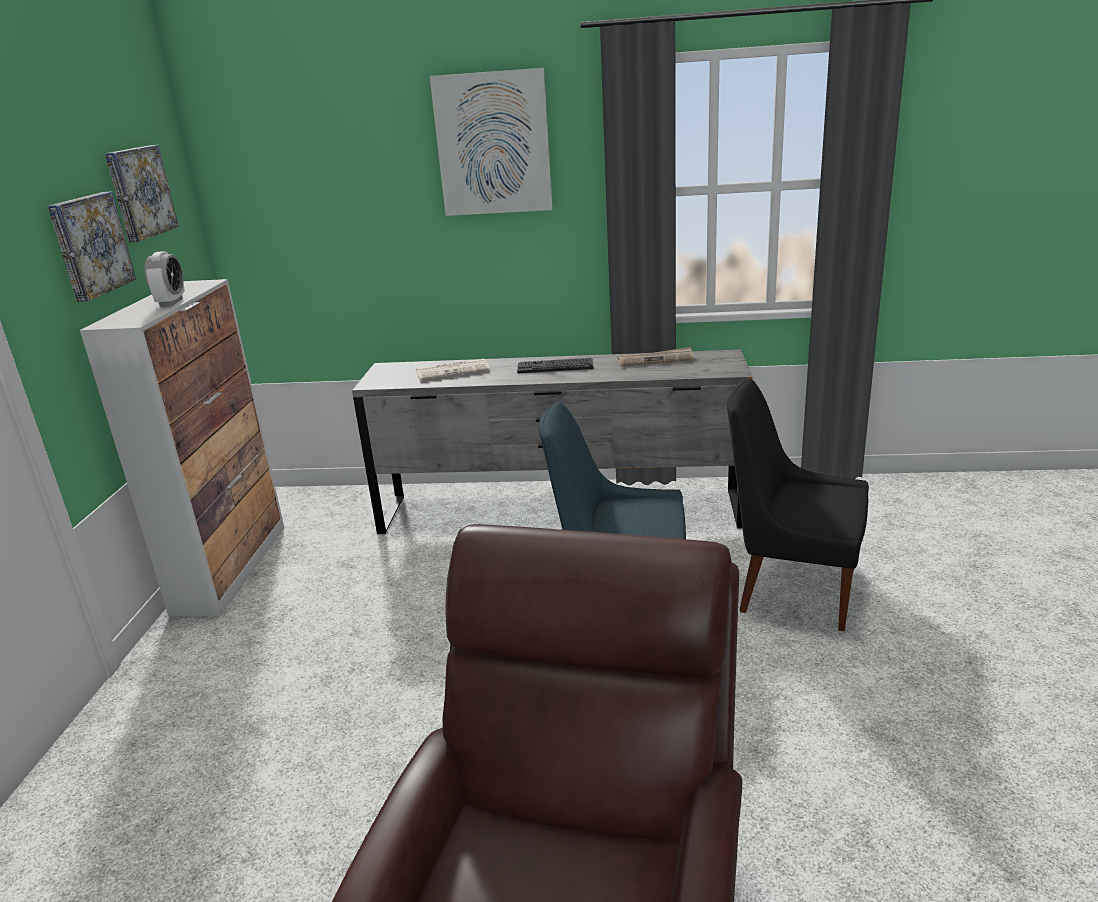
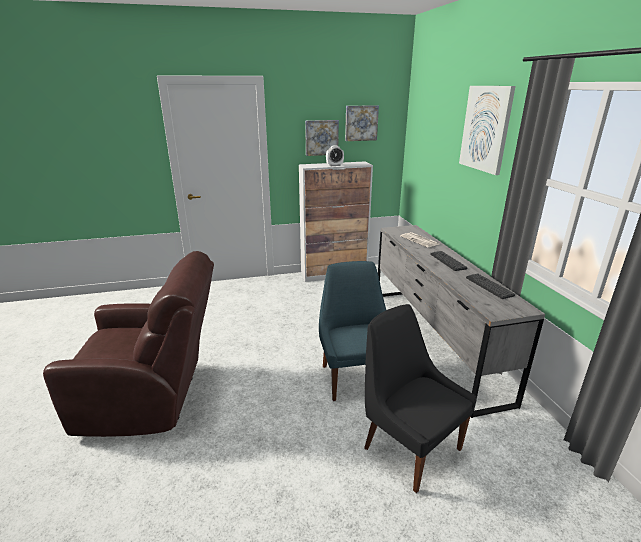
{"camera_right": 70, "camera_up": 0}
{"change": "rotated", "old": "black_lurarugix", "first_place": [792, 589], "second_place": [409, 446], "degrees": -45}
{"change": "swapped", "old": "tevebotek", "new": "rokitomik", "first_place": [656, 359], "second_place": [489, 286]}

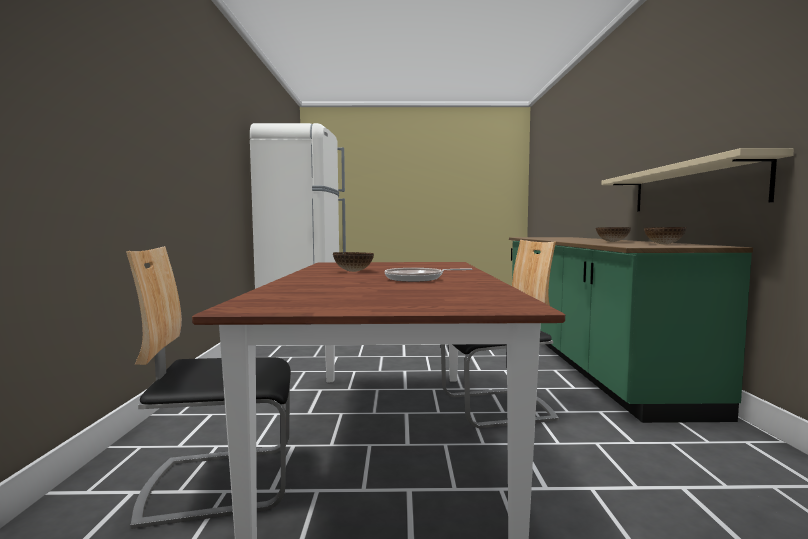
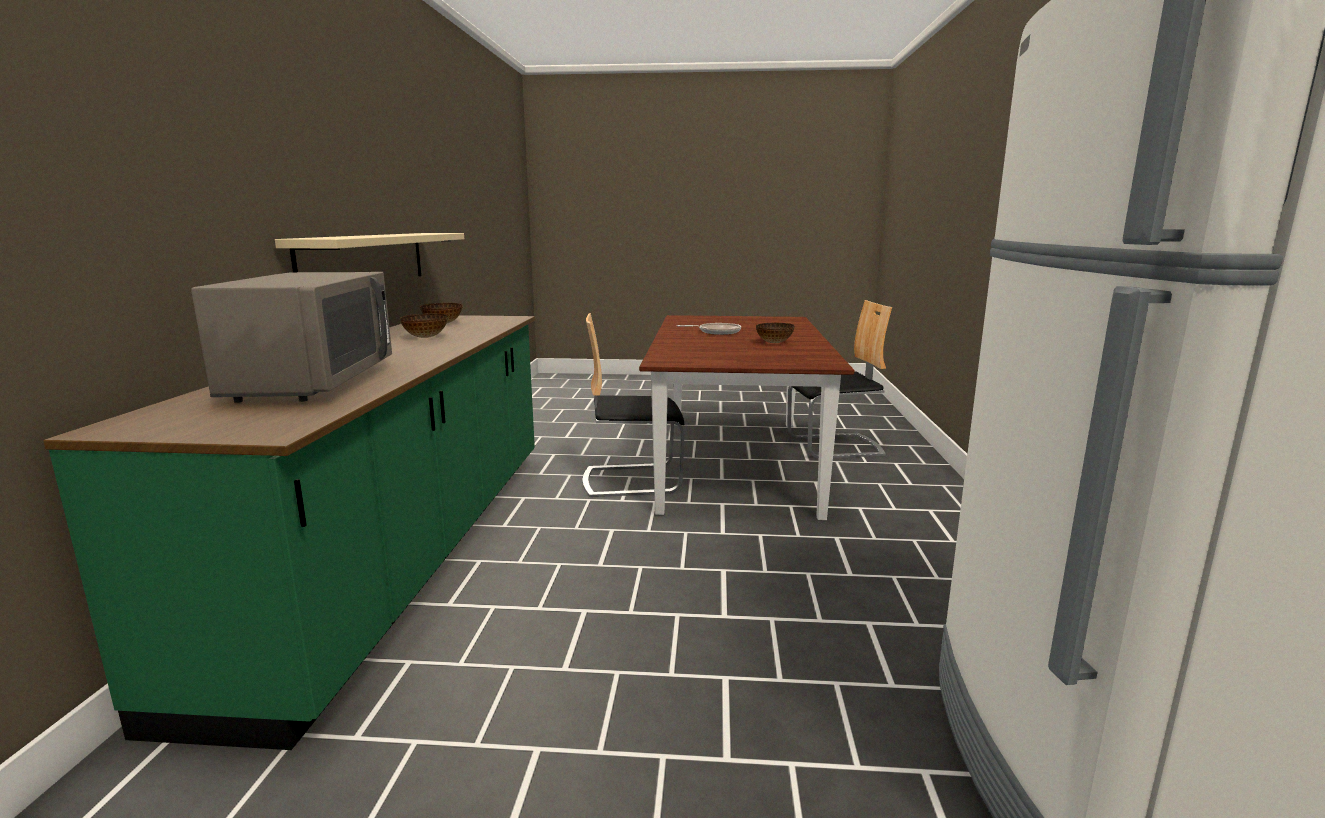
{"camera_right": -175, "camera_up": 10}
{"change": "new", "new": "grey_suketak", "second_place": [314, 383]}

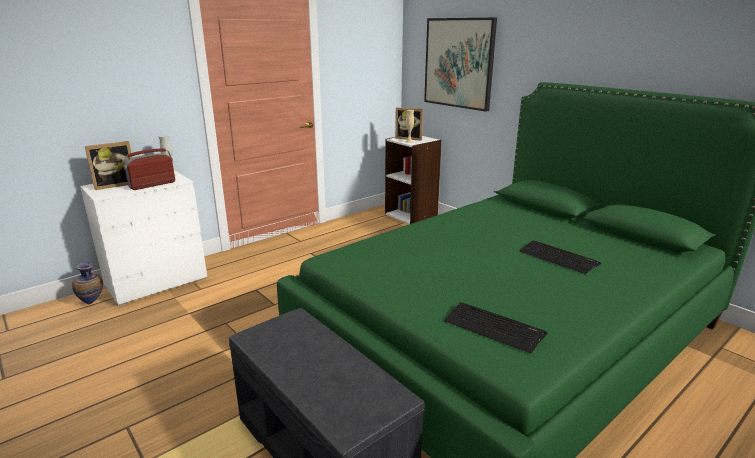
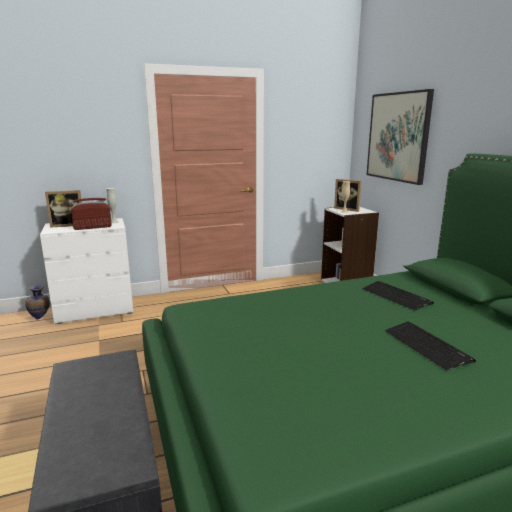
{"camera_right": 20, "camera_up": -5}
{"change": "shifted", "old": "rokitomik", "first_place": [494, 327], "second_place": [396, 296]}

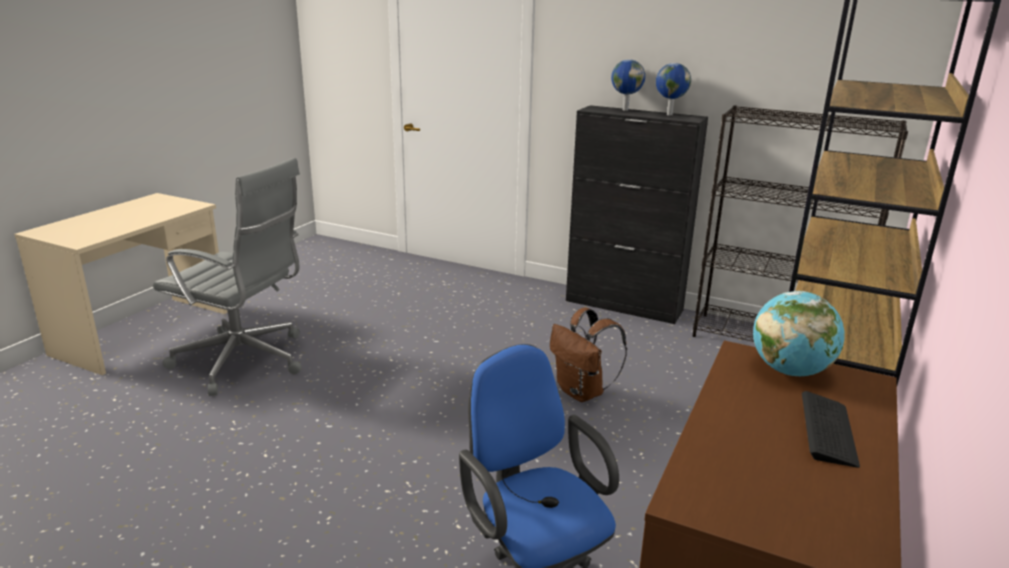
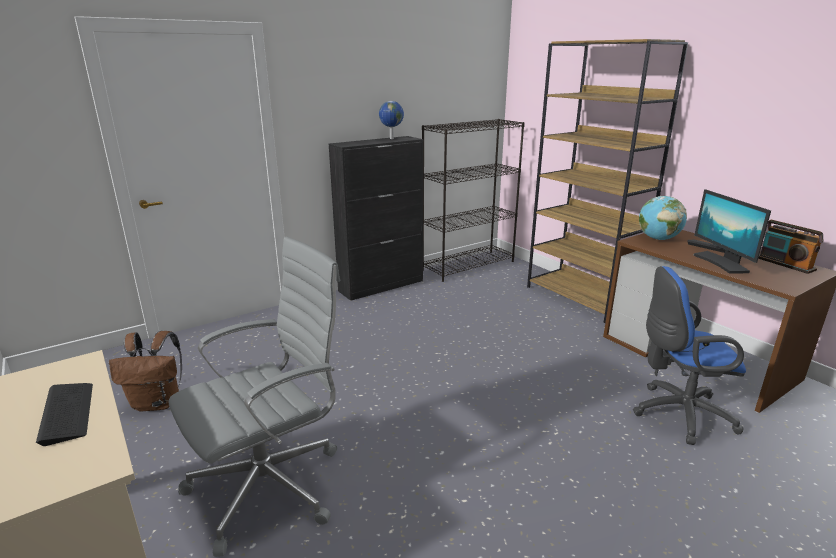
{"camera_right": -60, "camera_up": 0}
{"change": "new", "new": "rokitomik", "second_place": [67, 413]}
{"change": "shifted", "old": "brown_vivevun", "first_place": [582, 392], "second_place": [158, 403]}
{"change": "new", "new": "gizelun", "second_place": [721, 263]}
{"change": "new", "new": "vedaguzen", "second_place": [785, 264]}
{"change": "gone", "old": "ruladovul", "first_place": [625, 109]}

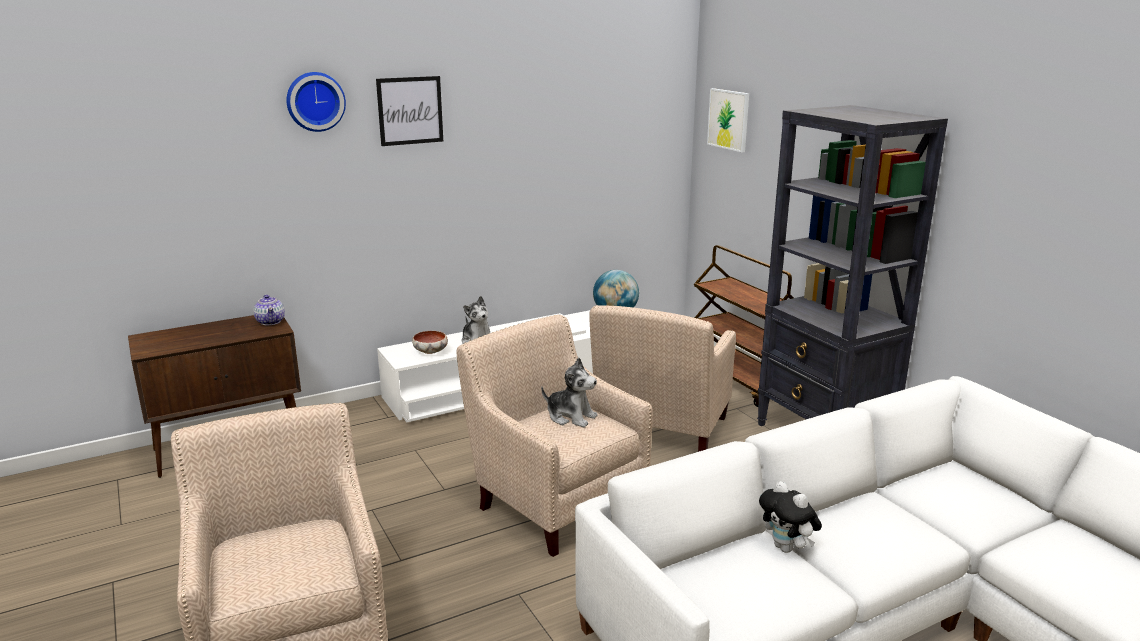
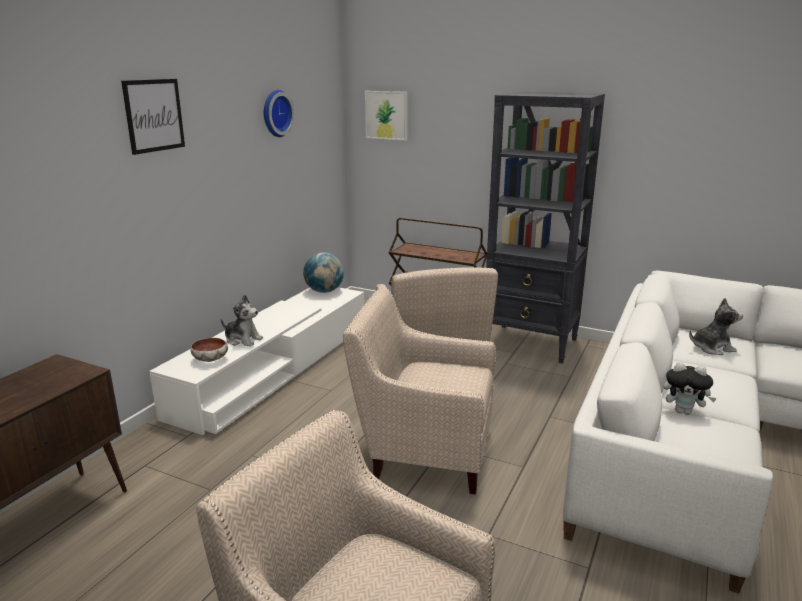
{"camera_right": -35, "camera_up": 0}
{"change": "shifted", "old": "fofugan", "first_place": [315, 101], "second_place": [275, 113]}
{"change": "shifted", "old": "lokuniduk", "first_place": [571, 417], "second_place": [712, 348]}
{"change": "gone", "old": "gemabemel", "first_place": [271, 321]}

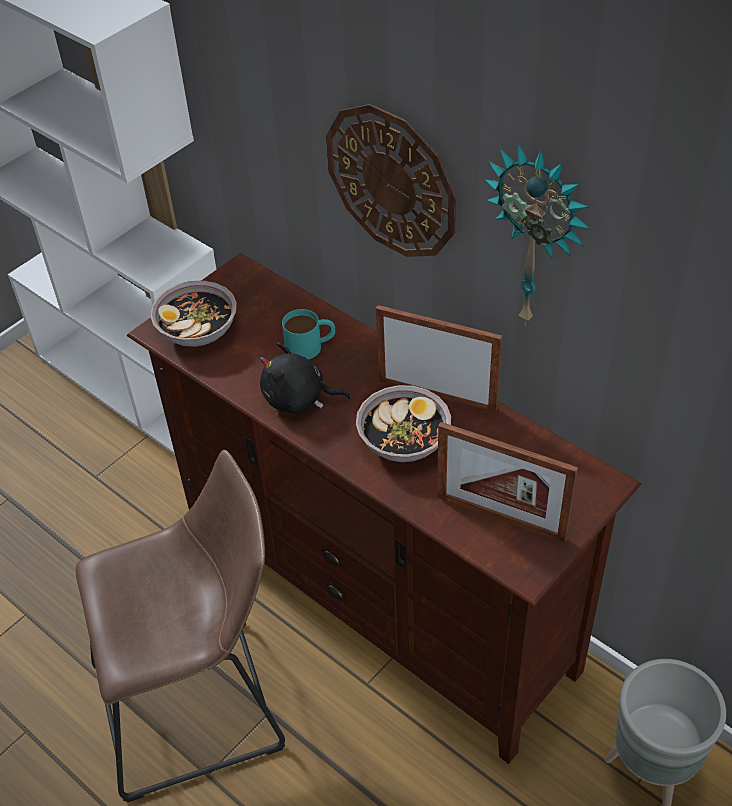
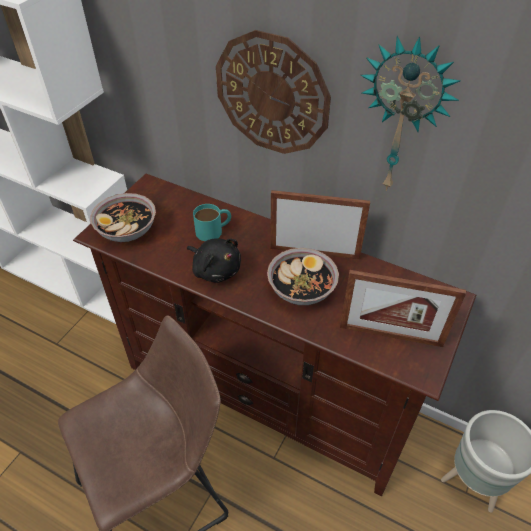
{"camera_right": -15, "camera_up": 0}
{"change": "rotated", "old": "black_lokuniduk", "first_place": [298, 399], "second_place": [215, 269], "degrees": -135}

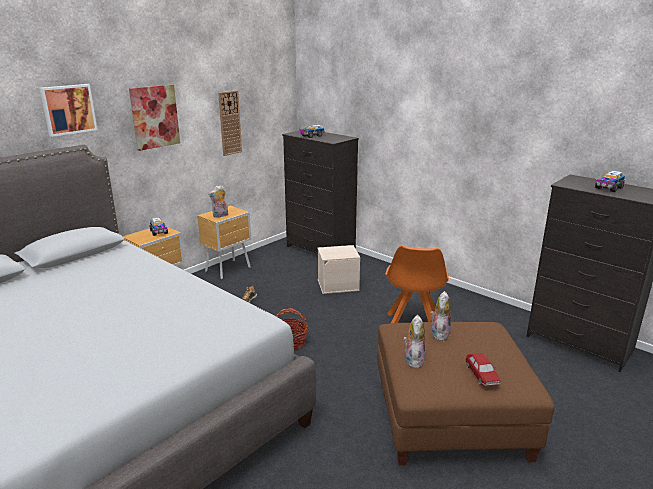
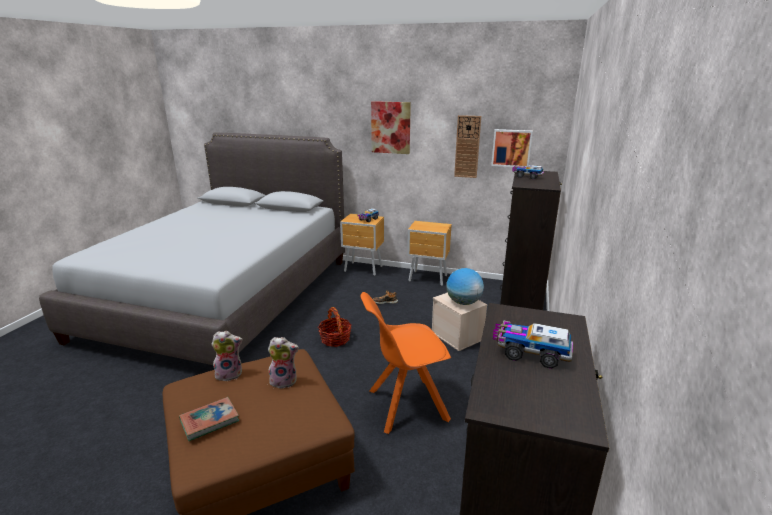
{"camera_right": 65, "camera_up": 0}
{"change": "swapped", "old": "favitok", "new": "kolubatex", "first_place": [482, 375], "second_place": [209, 421]}
{"change": "new", "new": "ruladovul", "second_place": [463, 302]}
{"change": "shifted", "old": "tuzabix", "first_place": [68, 109], "second_place": [511, 148]}
{"change": "gone", "old": "lokuniduk", "first_place": [220, 216]}

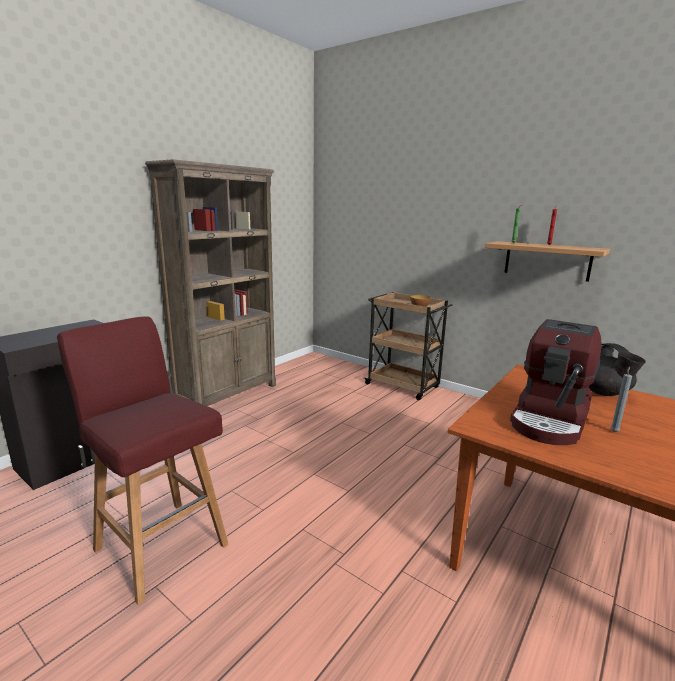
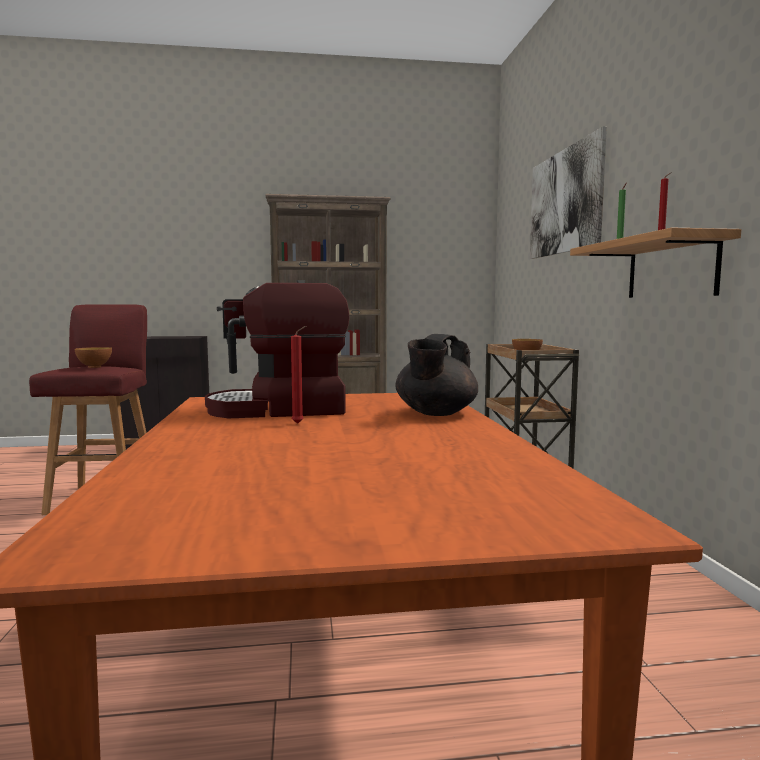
{"camera_right": 45, "camera_up": -10}
{"change": "new", "new": "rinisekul", "second_place": [94, 367]}
{"change": "repainted", "old": "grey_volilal", "new": "red_volilal", "first_place": [614, 431], "second_place": [299, 423]}
{"change": "new", "new": "tuzabix", "second_place": [564, 202]}

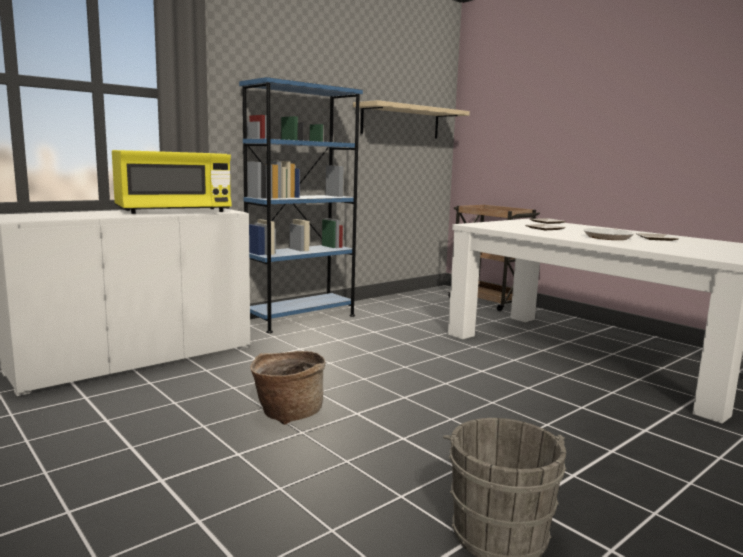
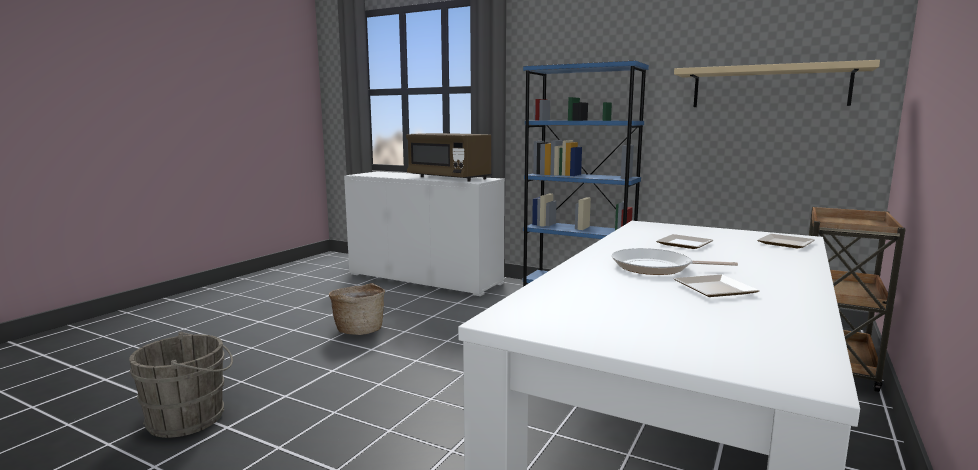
{"camera_right": 70, "camera_up": 0}
{"change": "repainted", "old": "yellow_suketak", "new": "brown_suketak", "first_place": [173, 211], "second_place": [449, 178]}

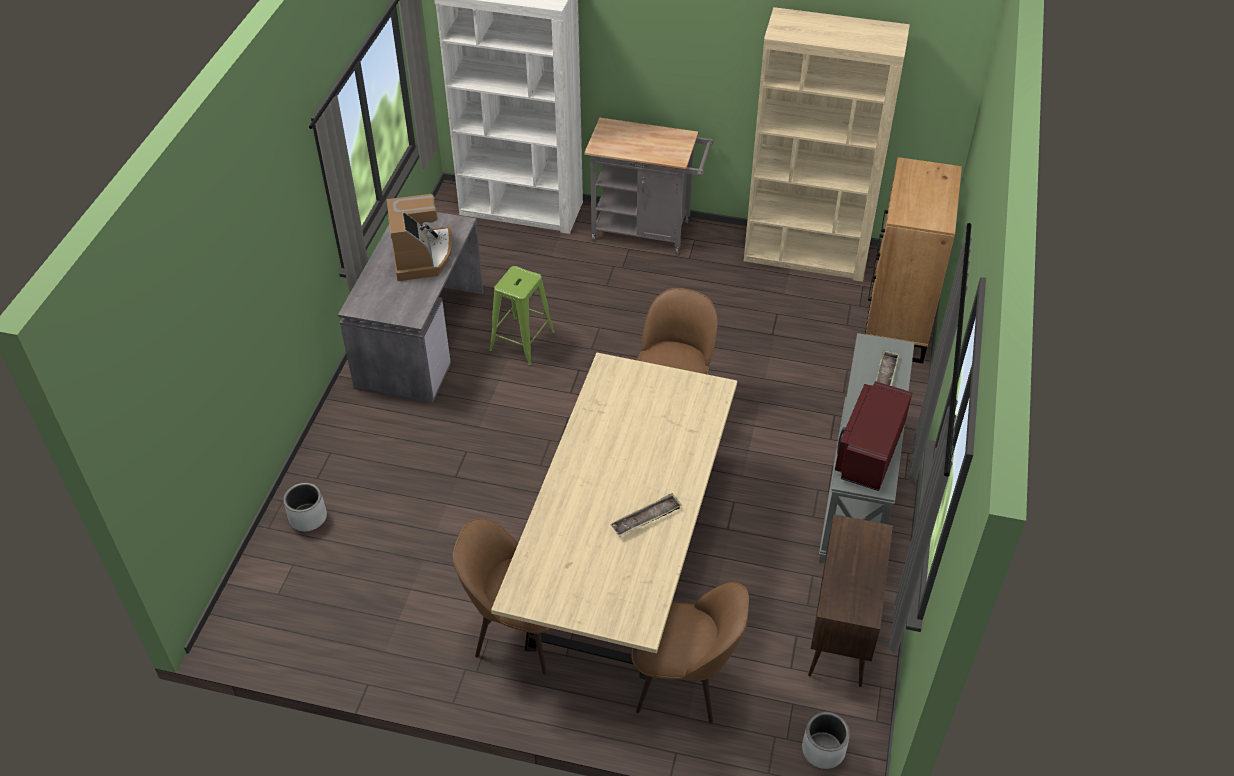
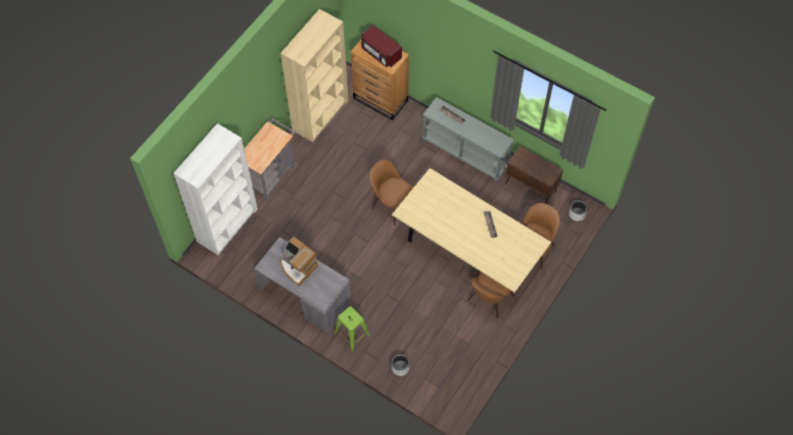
{"camera_right": -70, "camera_up": 15}
{"change": "rotated", "old": "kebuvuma", "first_place": [422, 256], "second_place": [298, 267], "degrees": -150}
{"change": "shifted", "old": "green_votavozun", "first_place": [522, 342], "second_place": [352, 334]}
{"change": "shifted", "old": "red_suketak", "first_place": [868, 451], "second_place": [380, 53]}

